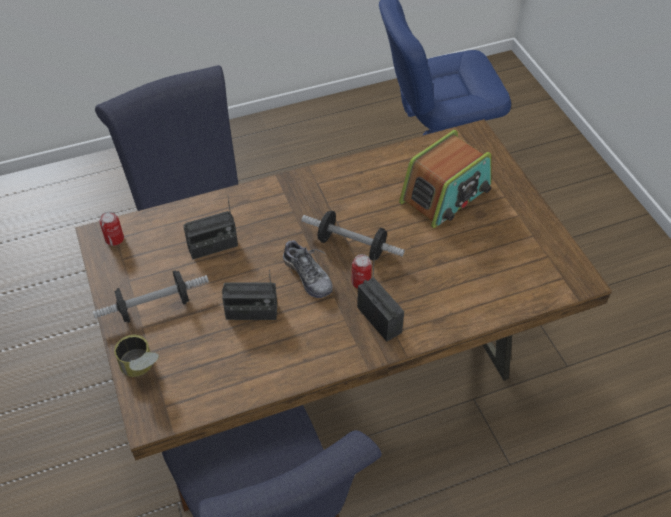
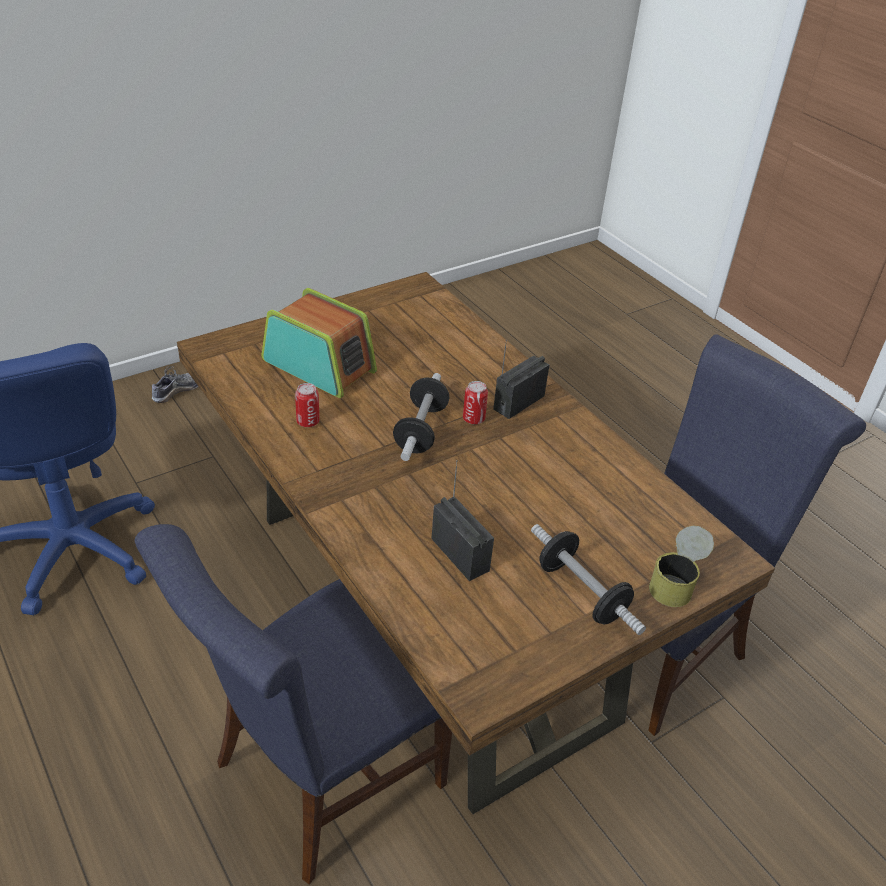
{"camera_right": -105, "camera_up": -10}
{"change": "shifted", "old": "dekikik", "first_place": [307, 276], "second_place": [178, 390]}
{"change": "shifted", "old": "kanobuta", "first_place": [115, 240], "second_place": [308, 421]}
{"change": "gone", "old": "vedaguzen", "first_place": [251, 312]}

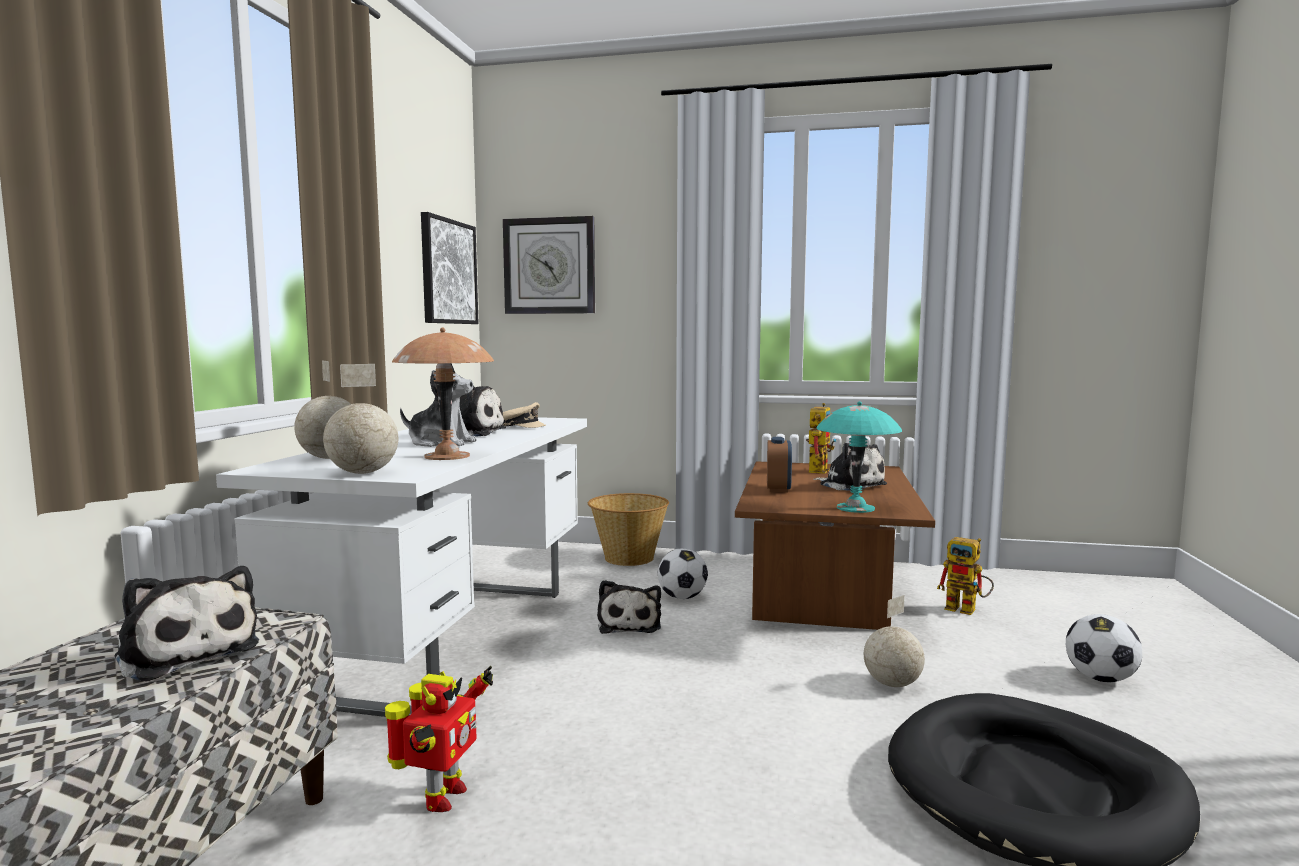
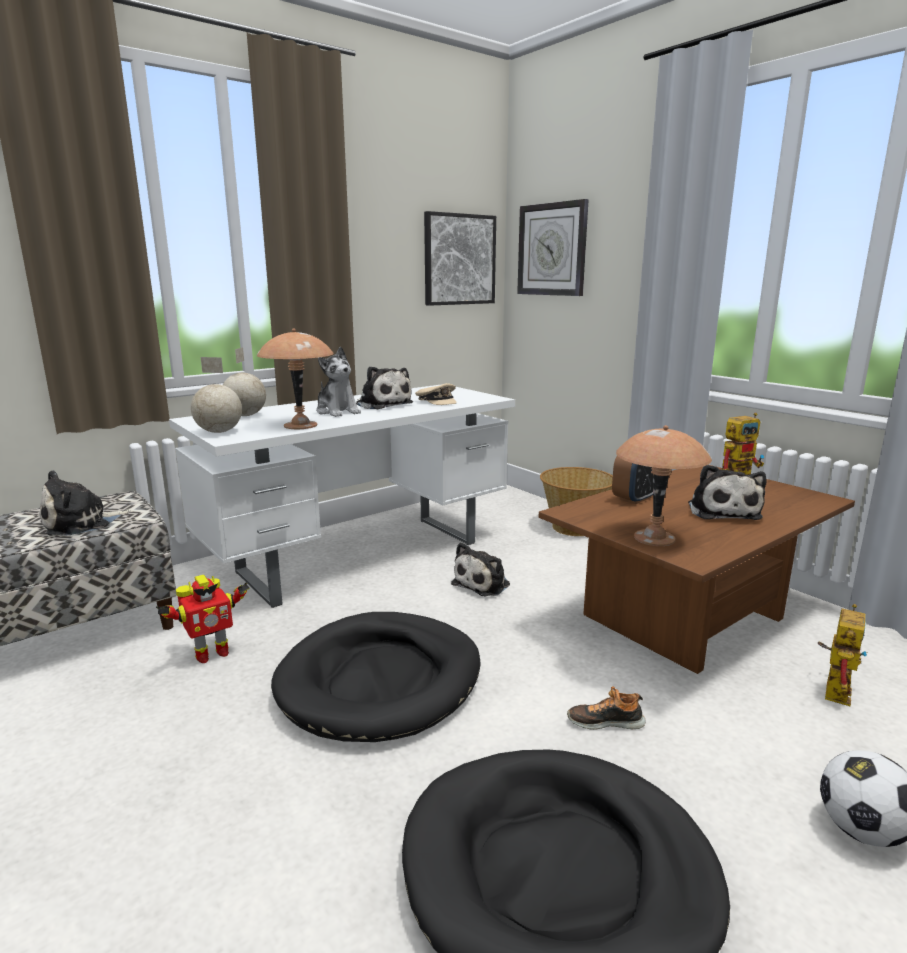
{"camera_right": 40, "camera_up": 10}
{"change": "rotated", "old": "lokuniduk", "first_place": [187, 652], "second_place": [81, 523], "degrees": 60}
{"change": "new", "new": "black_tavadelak", "second_place": [381, 680]}
{"change": "swapped", "old": "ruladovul", "new": "dekikik", "first_place": [893, 684], "second_place": [605, 721]}
{"change": "repainted", "old": "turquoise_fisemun", "new": "brown_fisemun", "first_place": [855, 508], "second_place": [653, 538]}
{"change": "rotated", "old": "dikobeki", "first_place": [967, 610], "second_place": [834, 688], "degrees": -135}
{"change": "gone", "old": "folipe", "first_place": [682, 597]}

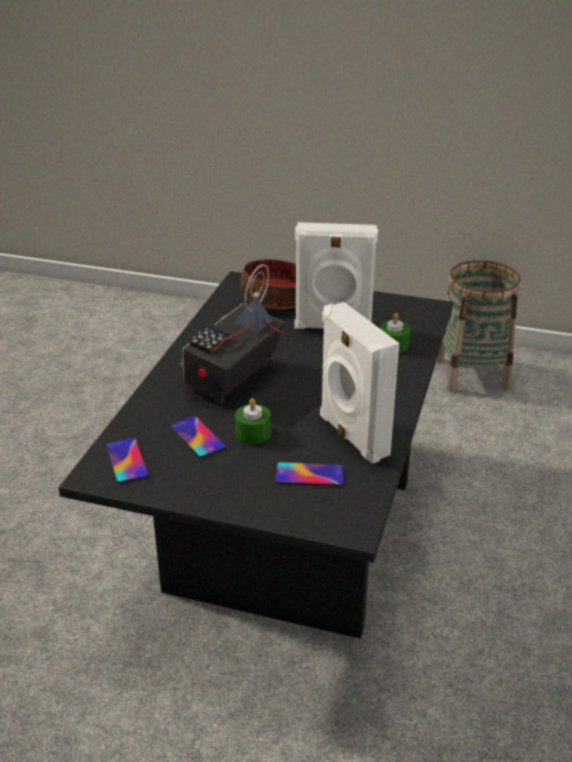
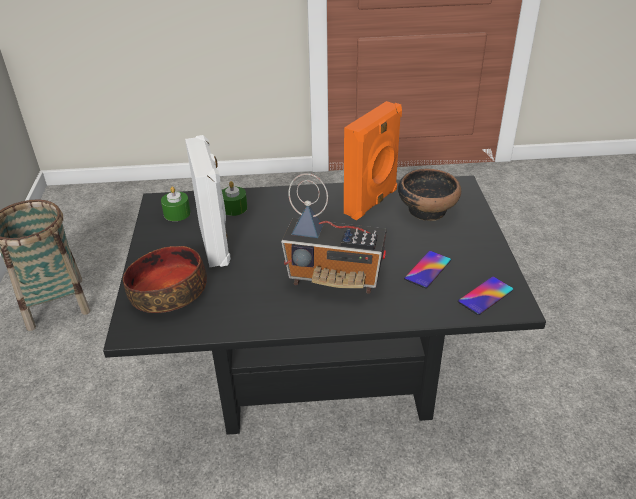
{"camera_right": -110, "camera_up": 5}
{"change": "shifted", "old": "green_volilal", "first_place": [253, 433], "second_place": [177, 213]}
{"change": "repainted", "old": "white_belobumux", "new": "orange_belobumux", "first_place": [351, 436], "second_place": [372, 202]}
{"change": "swapped", "old": "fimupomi", "new": "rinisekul", "first_place": [309, 475], "second_place": [427, 209]}

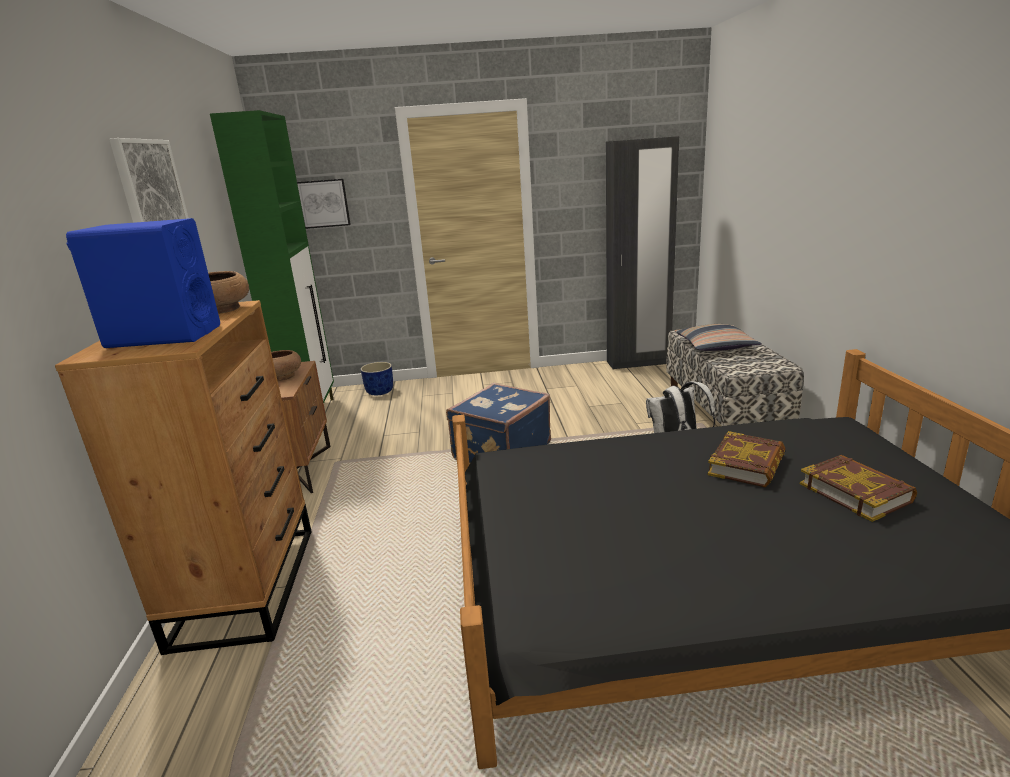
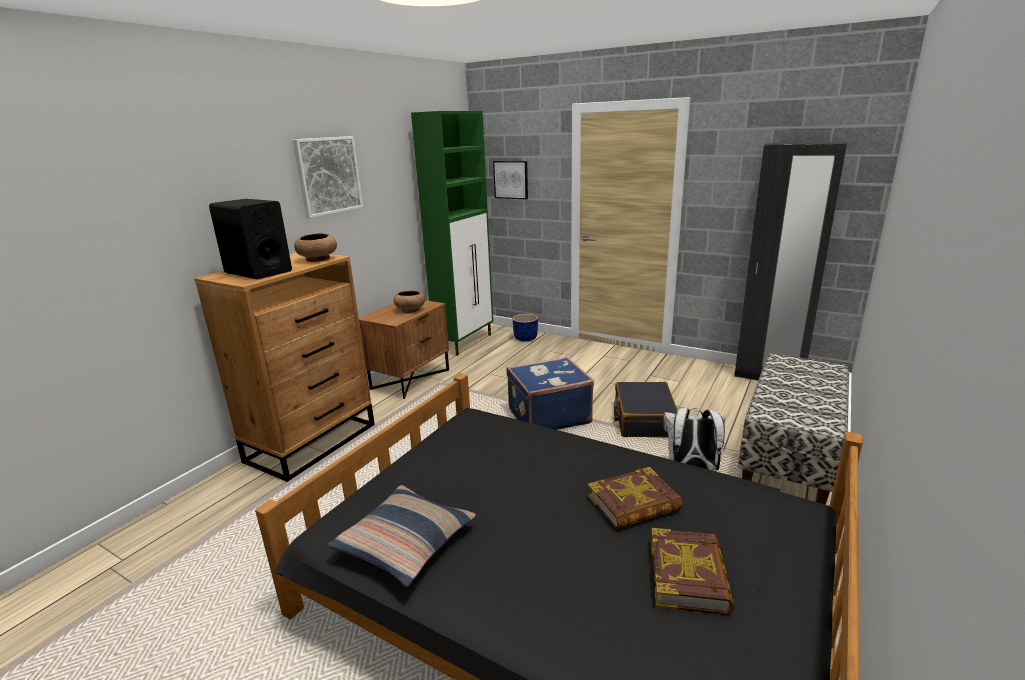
{"camera_right": 35, "camera_up": 0}
{"change": "repainted", "old": "blue_belobumux", "new": "black_belobumux", "first_place": [164, 336], "second_place": [258, 272]}
{"change": "shifted", "old": "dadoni", "first_place": [715, 346], "second_place": [405, 542]}
{"change": "new", "new": "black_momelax", "second_place": [644, 419]}

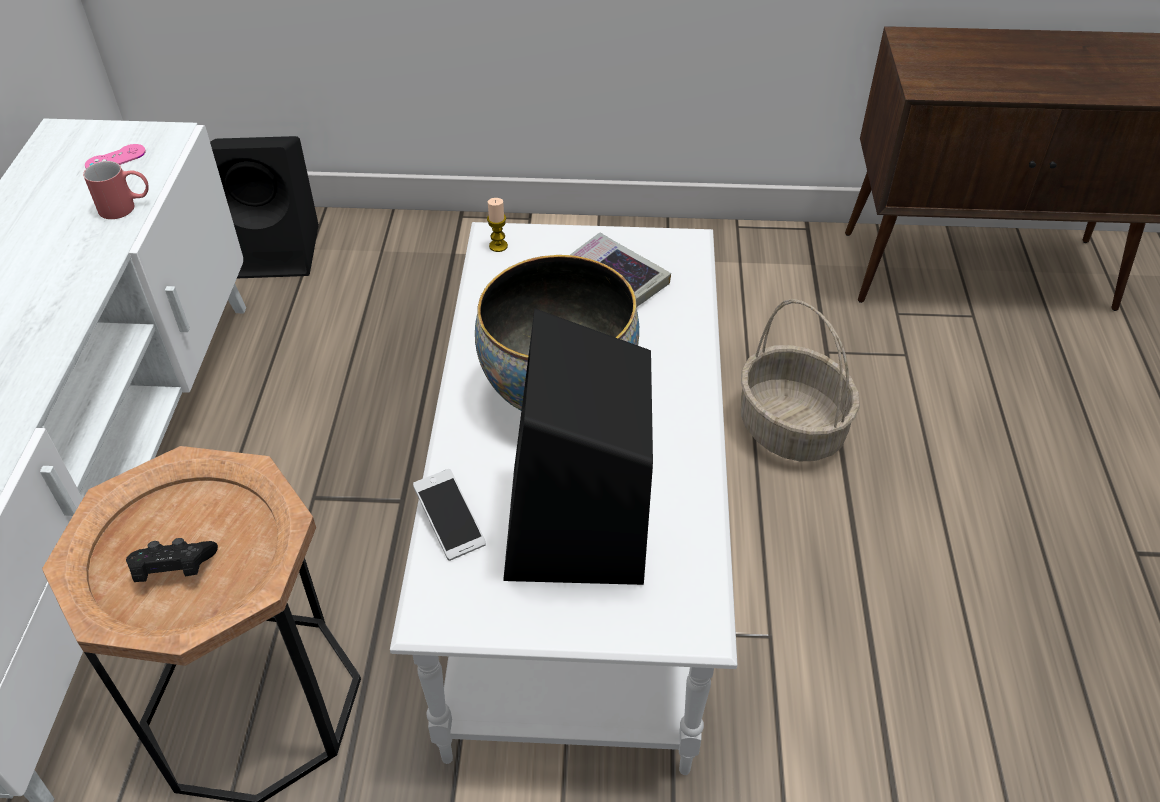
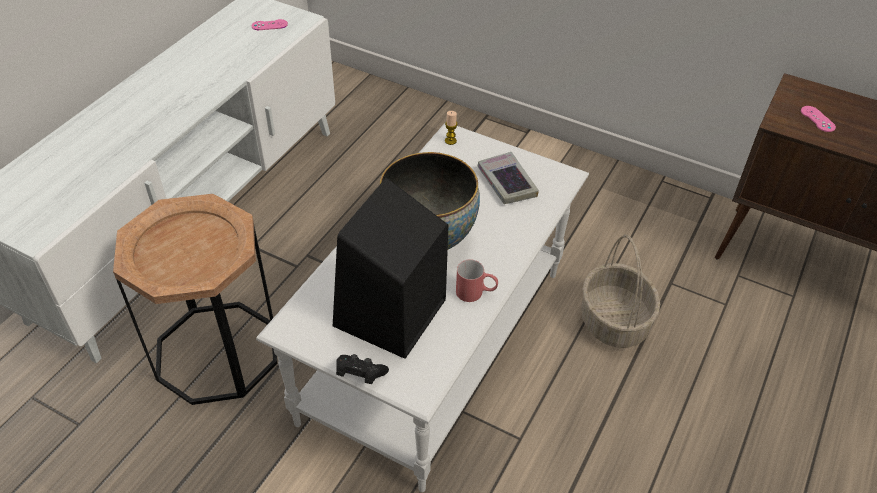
{"camera_right": 25, "camera_up": 0}
{"change": "shifted", "old": "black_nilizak", "first_place": [174, 570], "second_place": [360, 375]}
{"change": "shifted", "old": "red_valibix", "first_place": [126, 207], "second_place": [476, 293]}
{"change": "new", "new": "pink_nilizak", "second_place": [817, 119]}
{"change": "gone", "old": "black_belobumux", "first_place": [276, 250]}
{"change": "gone", "old": "fimupomi", "first_place": [450, 522]}

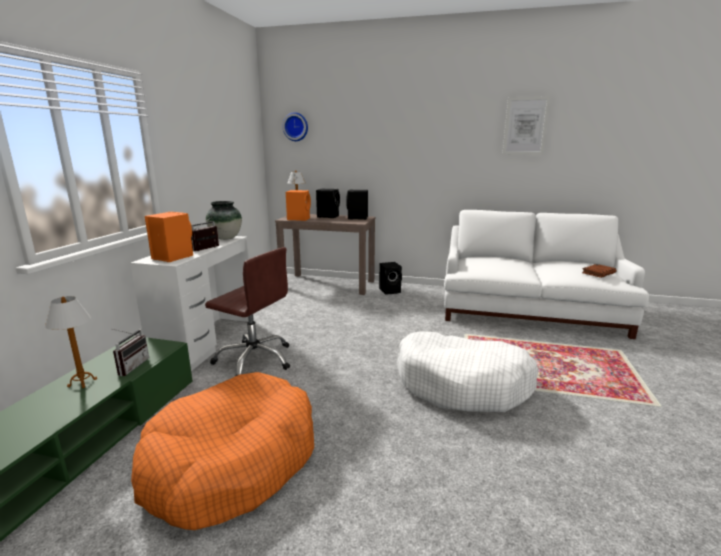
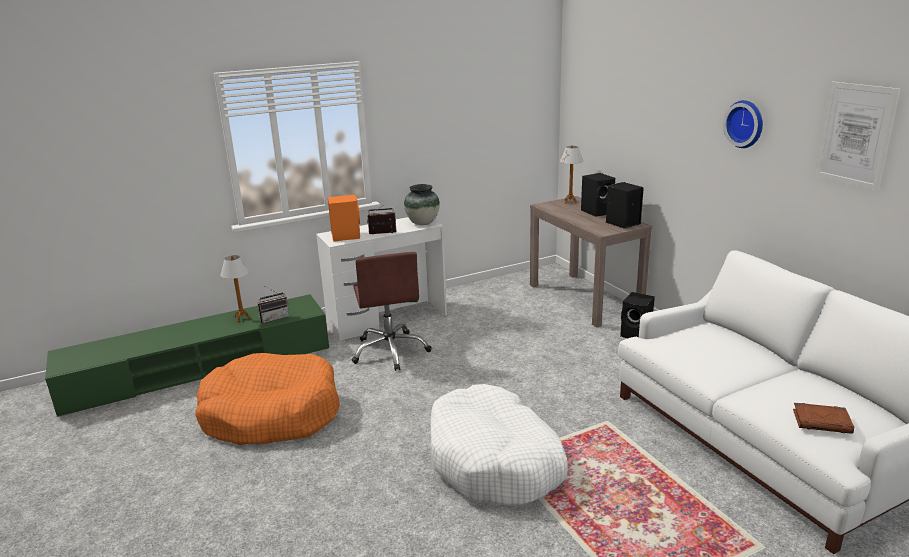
{"camera_right": 50, "camera_up": 5}
{"change": "shifted", "old": "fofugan", "first_place": [296, 127], "second_place": [746, 124]}
{"change": "gone", "old": "orange_belobumux", "first_place": [299, 219]}

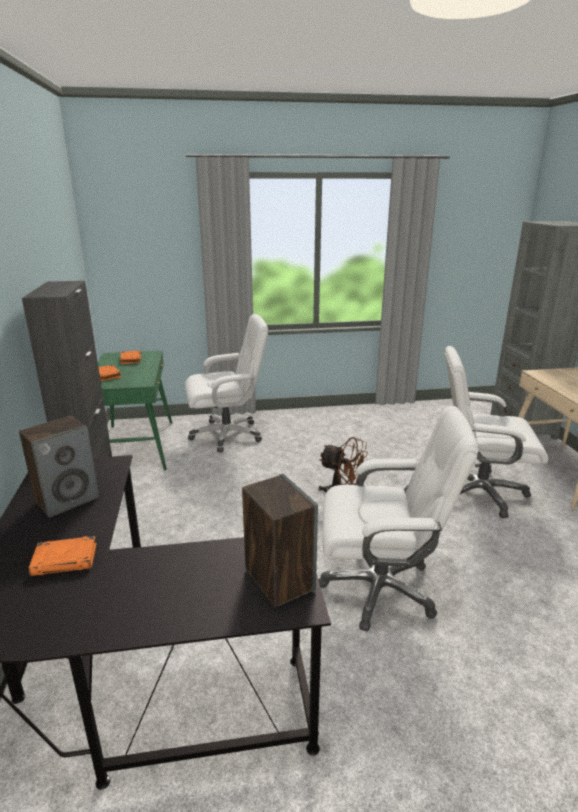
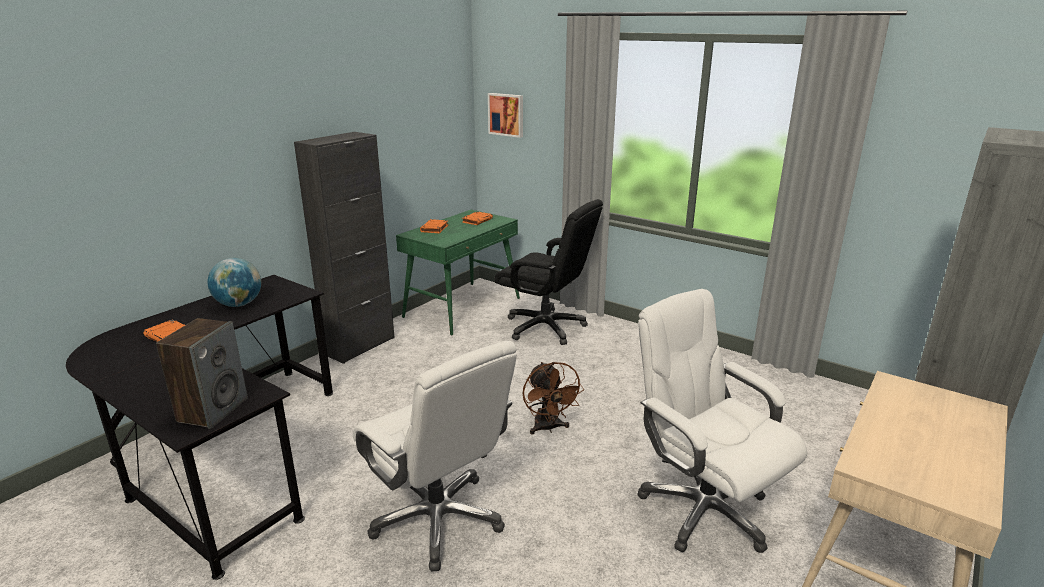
{"camera_right": 45, "camera_up": 0}
{"change": "swapped", "old": "belobumux", "new": "ruladovul", "first_place": [67, 499], "second_place": [239, 304]}
{"change": "new", "new": "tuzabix", "second_place": [506, 114]}
{"change": "repainted", "old": "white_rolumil", "new": "black_rolumil", "first_place": [227, 435], "second_place": [546, 327]}

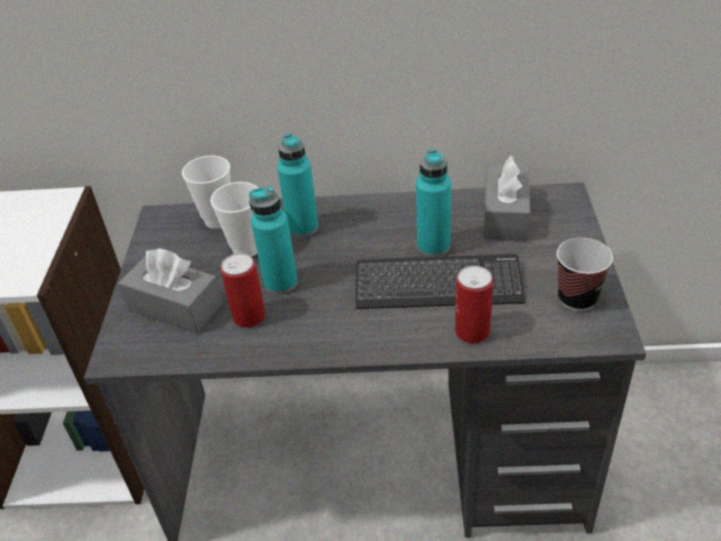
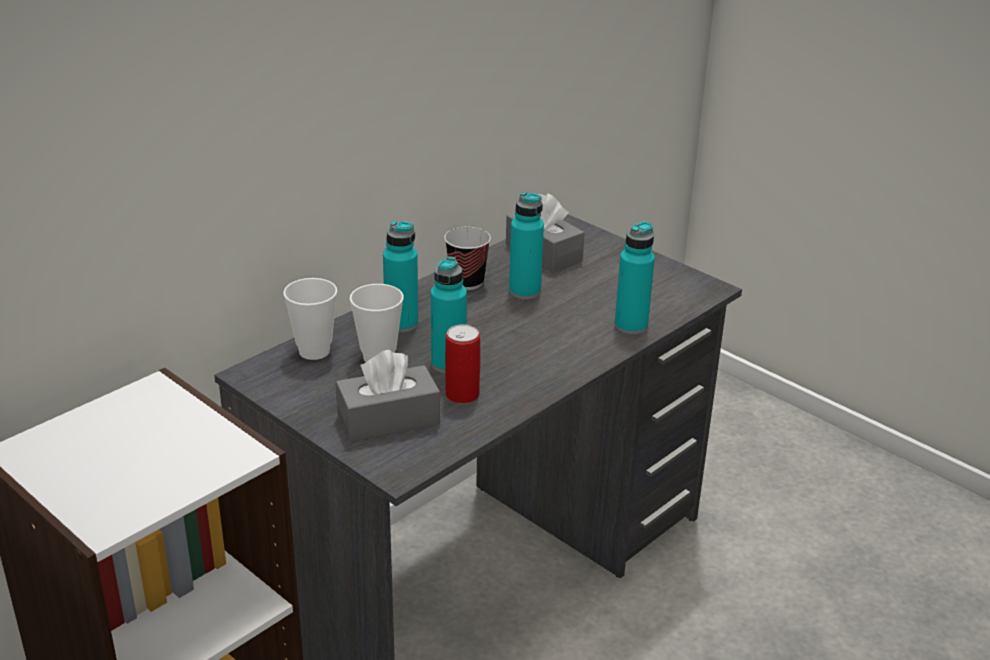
{"camera_right": -50, "camera_up": -10}
{"change": "shifted", "old": "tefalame", "first_place": [577, 298], "second_place": [467, 282]}
{"change": "swapped", "old": "kanobuta", "new": "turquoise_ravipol", "first_place": [472, 331], "second_place": [631, 326]}
{"change": "gone", "old": "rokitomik", "first_place": [438, 285]}

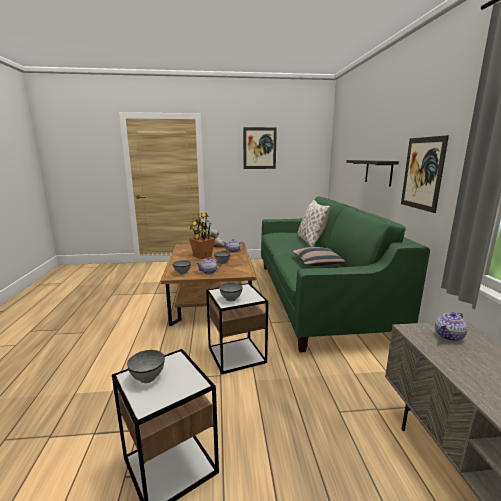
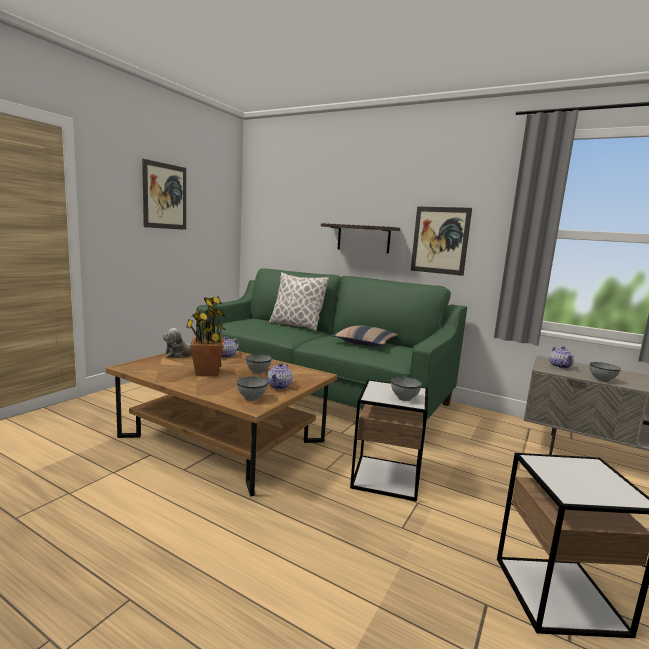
{"camera_right": -55, "camera_up": -5}
{"change": "shifted", "old": "grey_rinisekul", "first_place": [148, 378], "second_place": [602, 380]}

